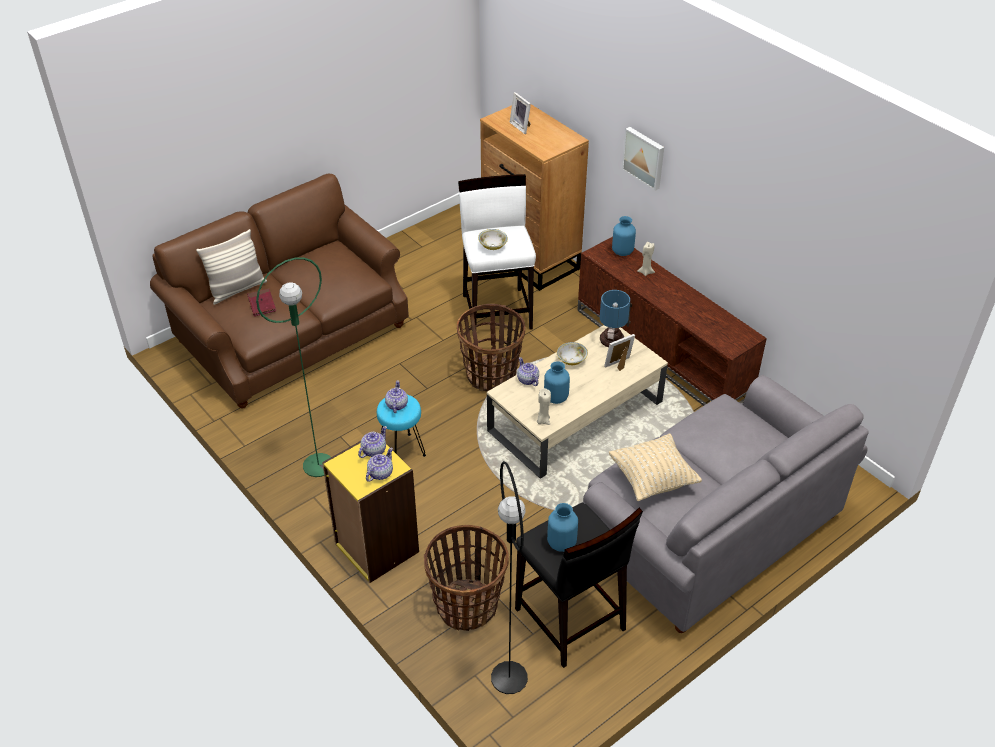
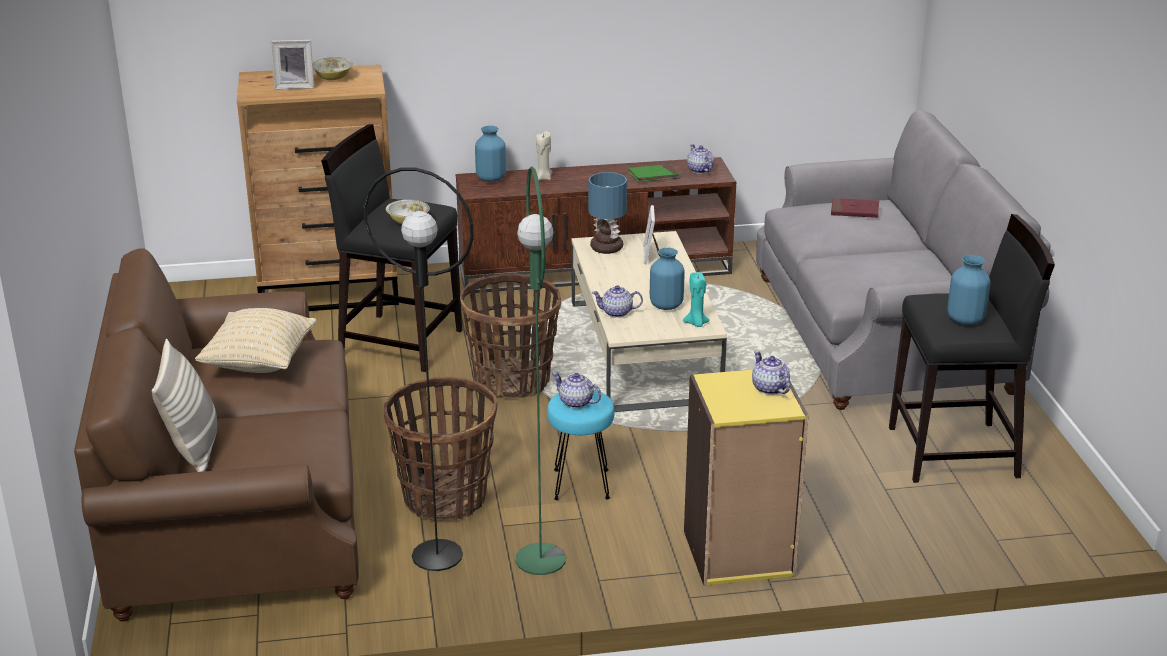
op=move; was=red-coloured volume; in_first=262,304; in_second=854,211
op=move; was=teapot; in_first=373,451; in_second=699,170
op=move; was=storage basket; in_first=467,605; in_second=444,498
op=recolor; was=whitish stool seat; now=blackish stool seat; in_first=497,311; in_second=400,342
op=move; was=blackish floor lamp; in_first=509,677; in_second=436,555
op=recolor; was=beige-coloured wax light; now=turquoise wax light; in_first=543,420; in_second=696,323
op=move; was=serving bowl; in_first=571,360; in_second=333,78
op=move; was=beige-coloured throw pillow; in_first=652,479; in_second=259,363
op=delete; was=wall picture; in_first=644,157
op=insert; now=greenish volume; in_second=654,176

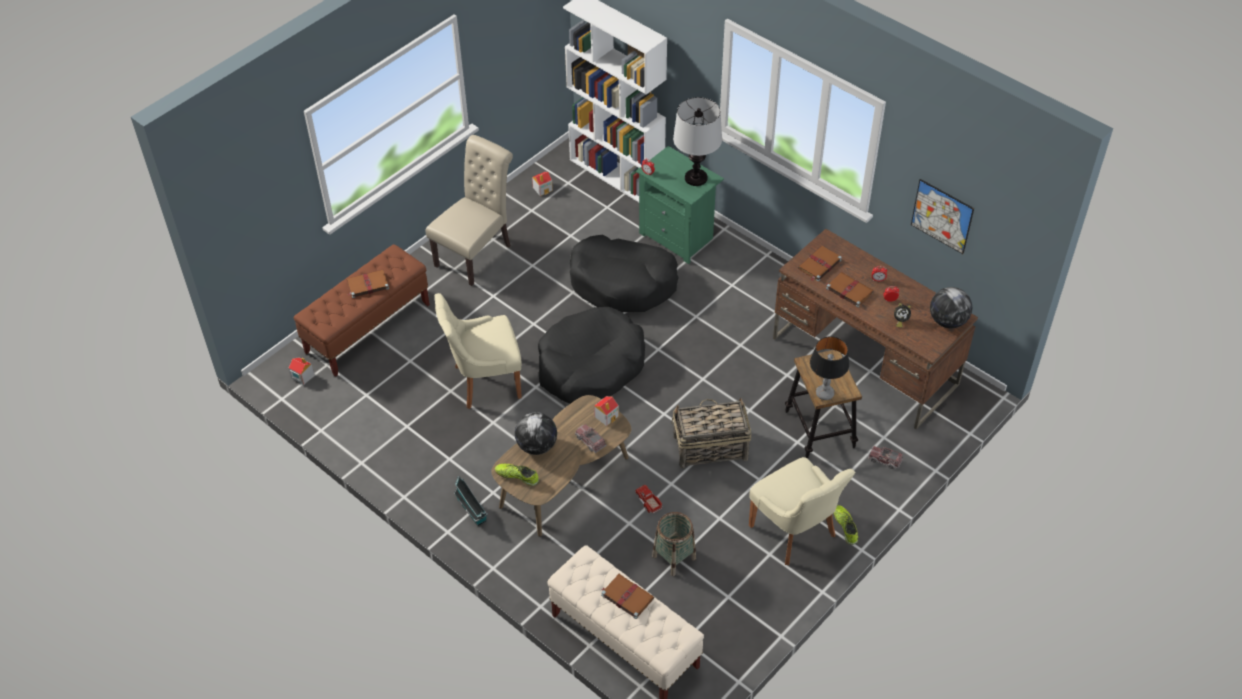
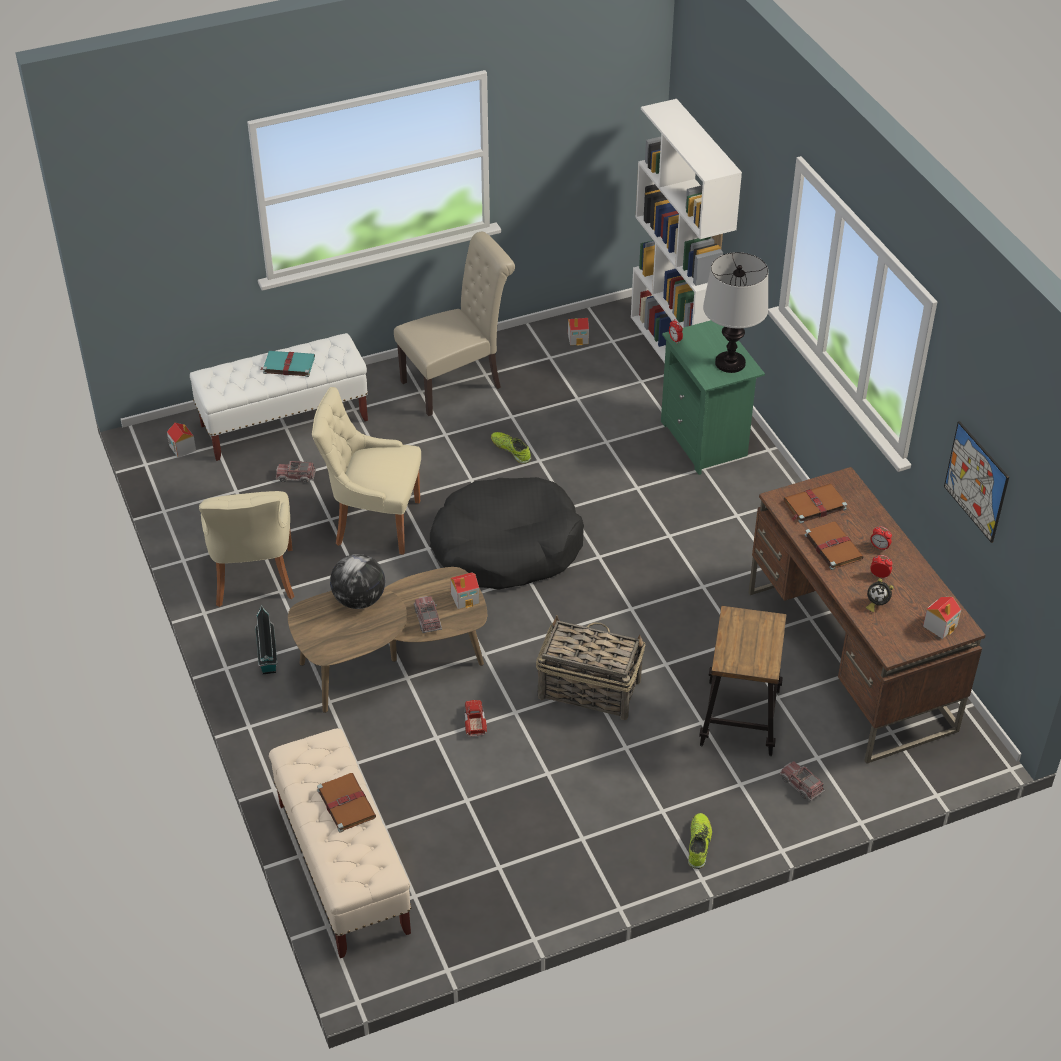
op=recolor; was=brown-coloured bench; now=whitish bench; in_first=368,328; in_second=285,423
op=recolor; was=brown-coloured volume; now=turquoise volume; in_first=367,285; in_second=288,365
op=move; was=low shoe; in_first=517,476; in_second=511,450
op=delete; was=blackish pet bed; in_first=623,283
op=delete; was=storage basket; in_first=674,557
op=move; was=beige-coloured chair; in_first=795,532; in_second=253,580
op=delete; was=tabletop lamp; in_first=824,394
op=replace; was=globe; now=model house; in_first=947,321; in_second=940,625
op=insert; now=model truck; in_second=296,476

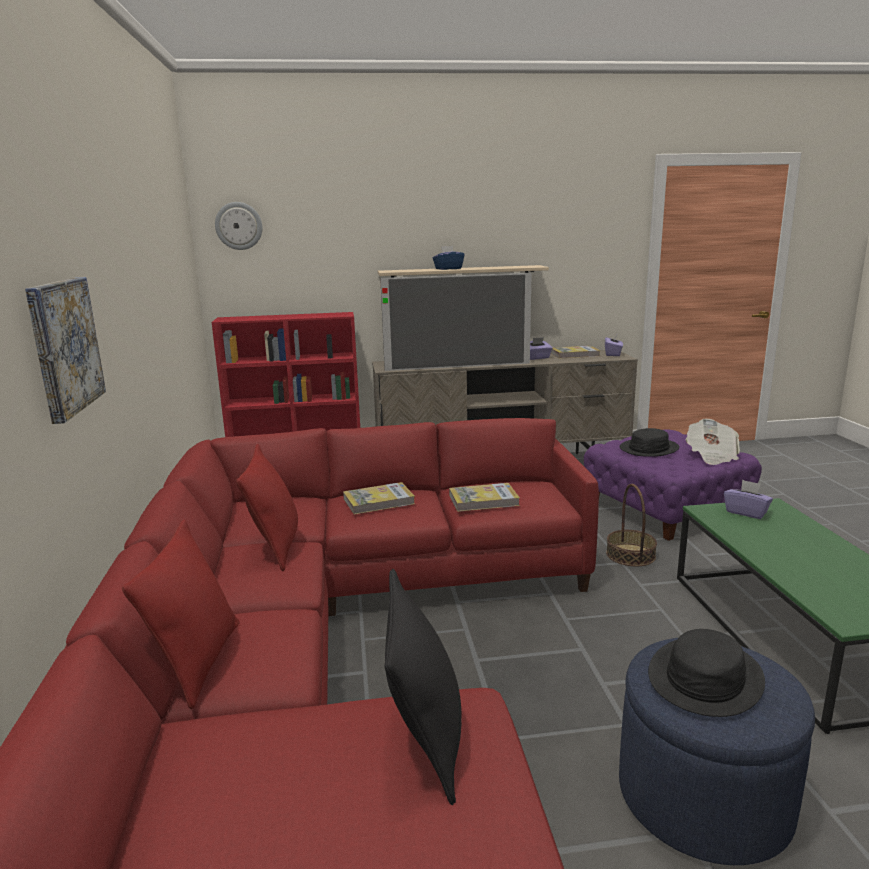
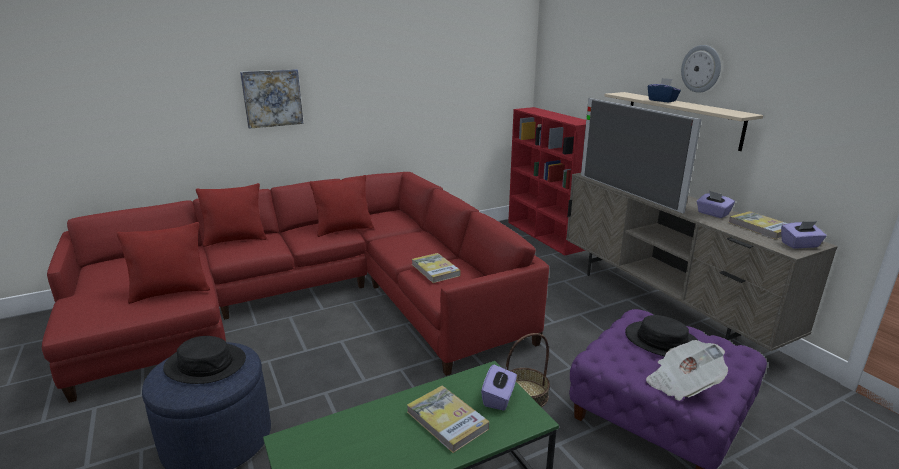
op=move; was=clock on the wall; in_first=239,226; in_second=701,68
op=move; was=volume; in_first=379,501; in_second=447,420
op=recolor; was=blackish throw pillow; now=red-coloured throw pillow; in_first=425,740; in_second=171,292

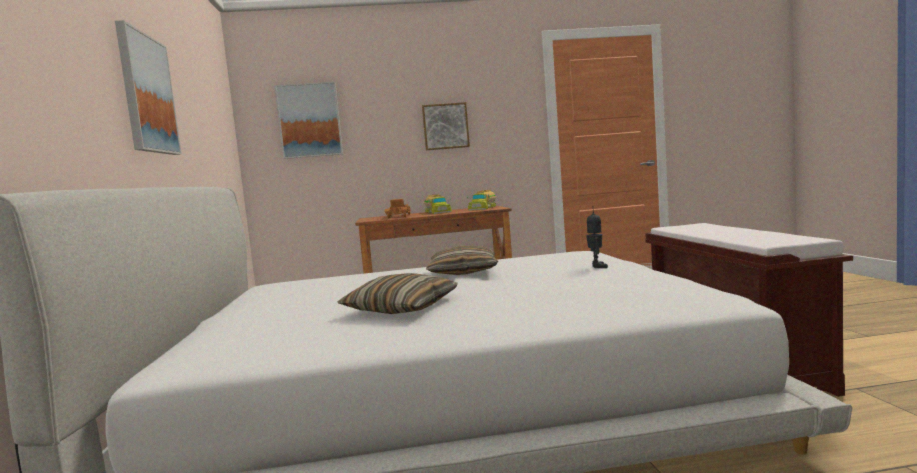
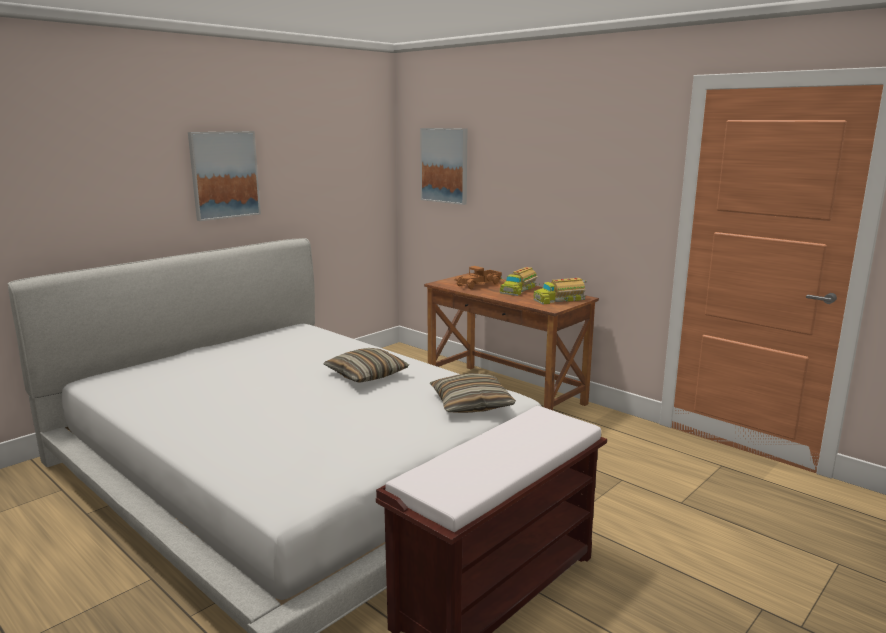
op=move; was=throw pillow; in_first=402,308; in_second=471,404
op=delete; was=wall picture; in_first=445,126
op=delete; was=robot figure; in_first=597,267

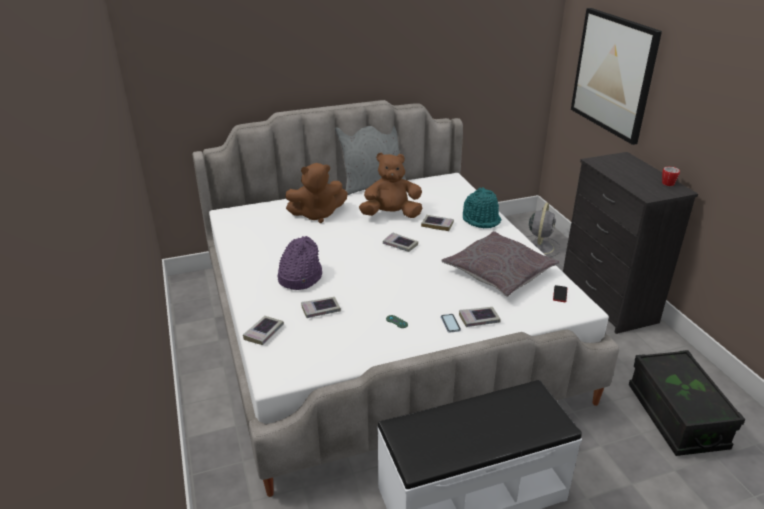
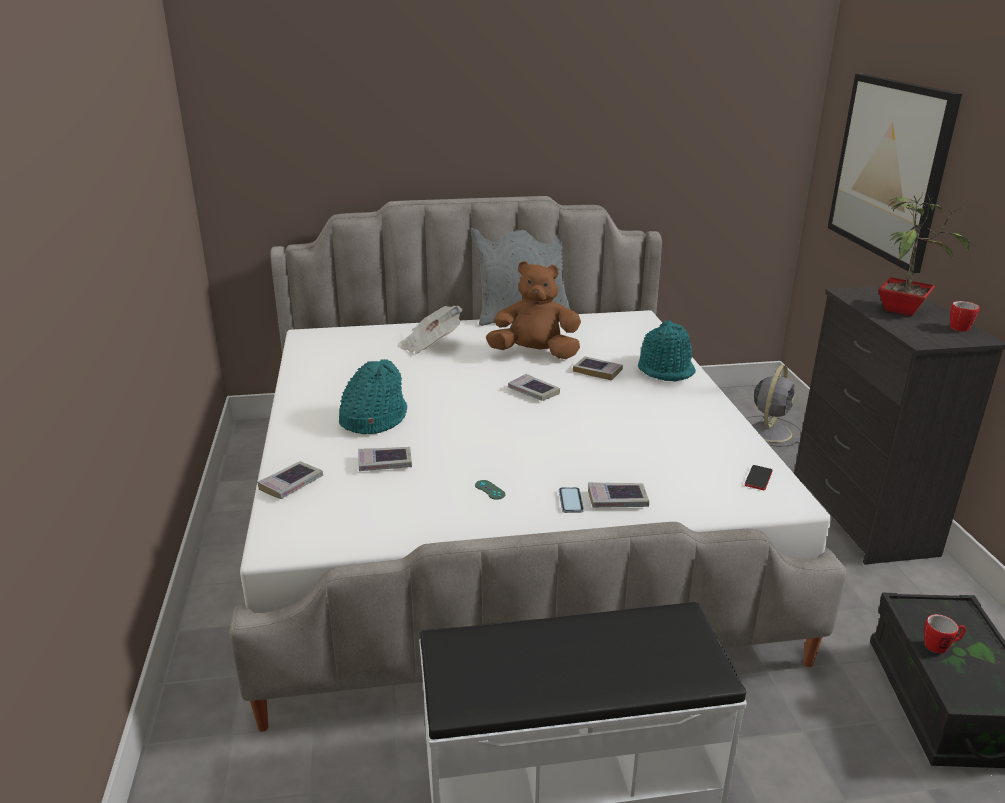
op=recolor; was=purplish clothing hat; now=turquoise clothing hat; in_first=299,277; in_second=373,418
op=replace; was=brown-coloured soft toy; now=daily paper; in_first=317,214; in_second=430,345
op=delete; was=greyish throw pillow; in_first=498,272
op=insert; now=houseplant; in_second=902,309
op=insert; now=tea mug; in_second=940,646

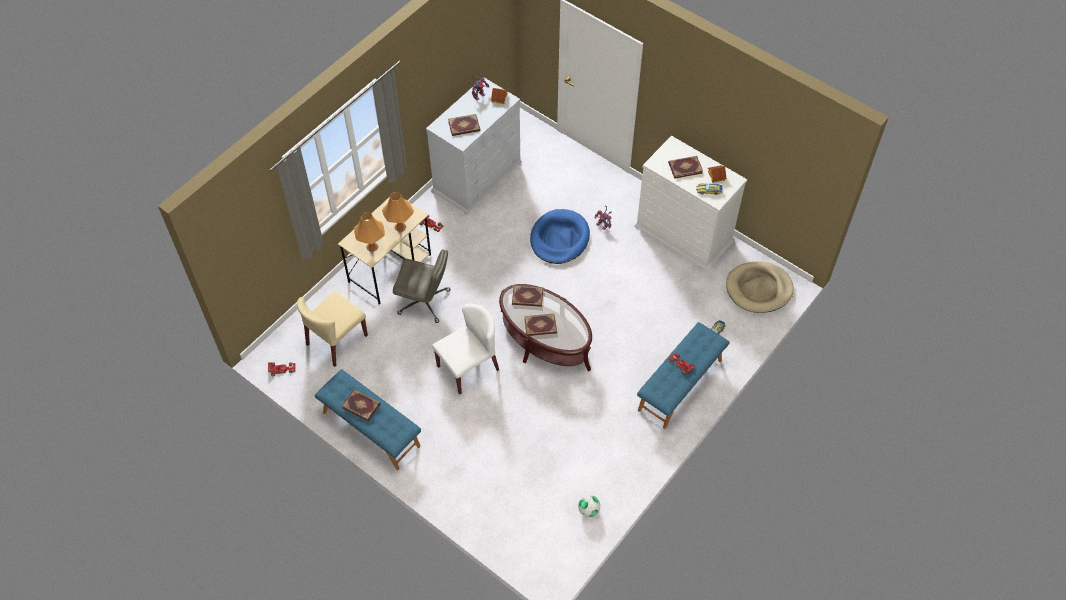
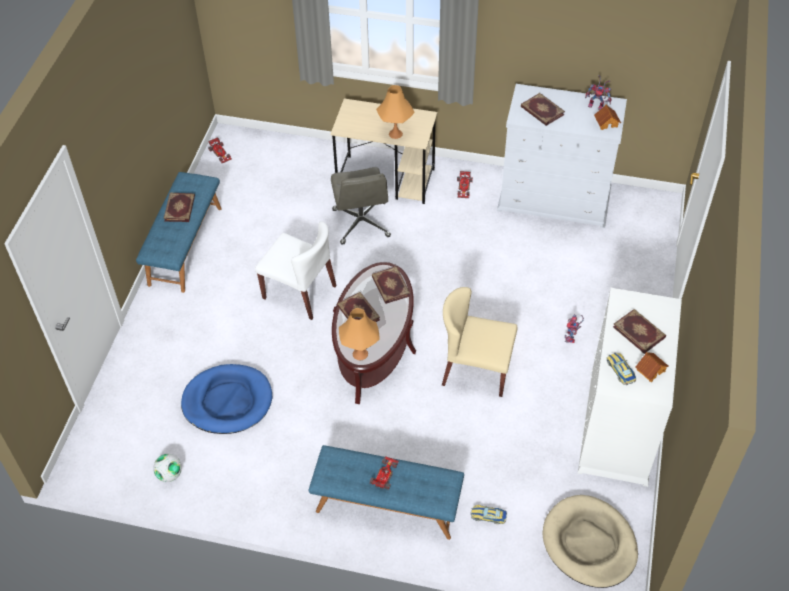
op=move; was=beige-coloured chair; in_first=336,340; in_second=476,370
op=move; was=orange tabletop lamp; in_first=372,247; in_second=360,354
op=move; was=blue-coloured pet bed; in_first=559,238; in_second=227,401

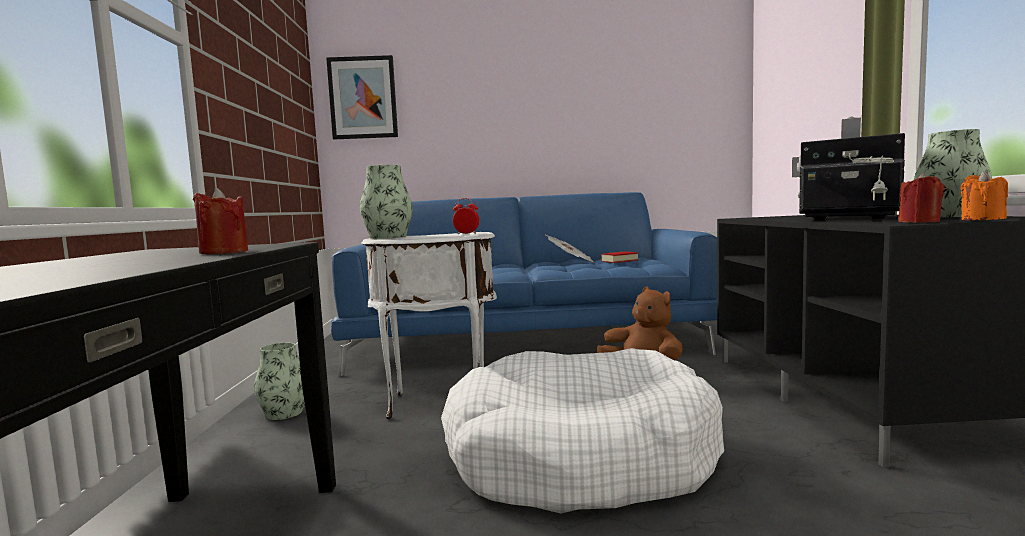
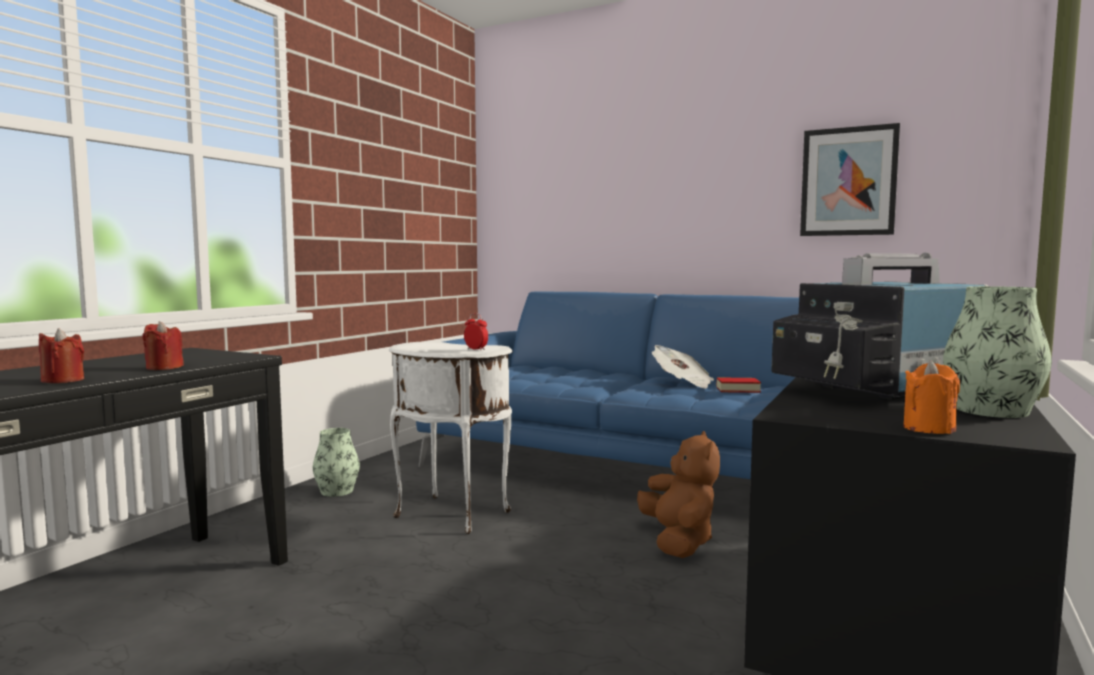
op=move; was=wall picture; in_first=363,98; in_second=848,182
op=delete; was=decorative vase; in_first=388,237
op=delete; was=whitish pet bed; in_first=579,457
op=move; was=red-coloured wax light; in_first=919,222; in_second=63,380

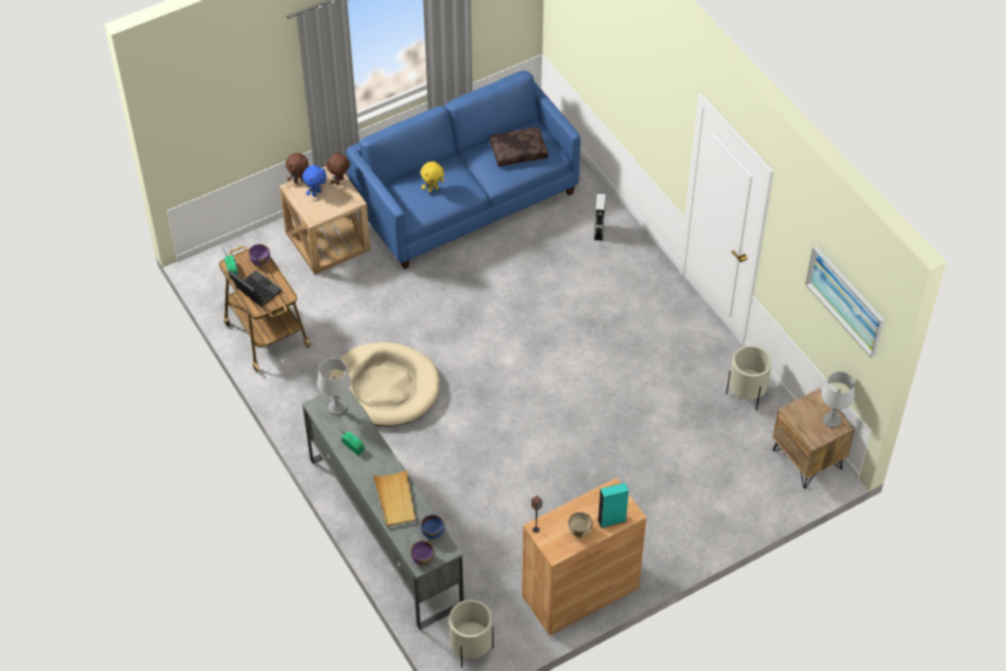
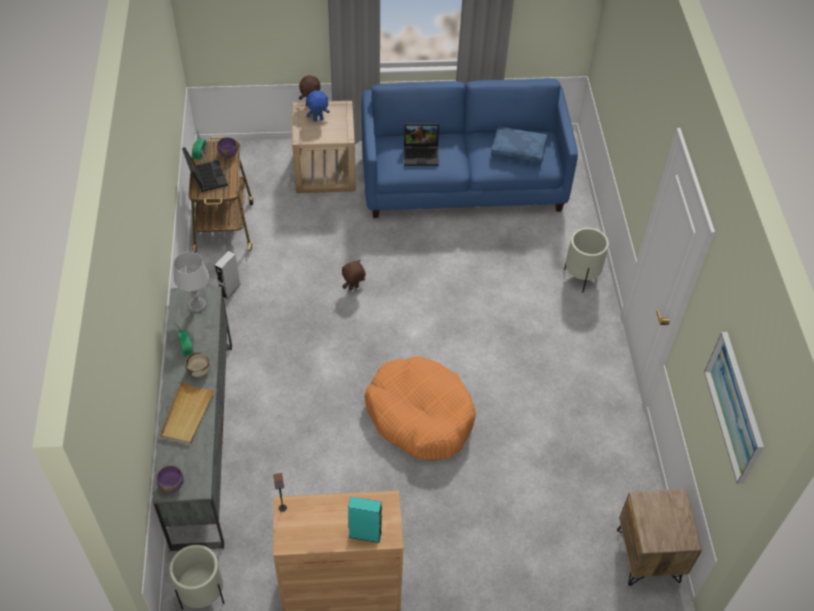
op=move; was=brown-coloured soft toy; in_first=339,181; in_second=353,288
op=delete; was=beige-coloured pet bed; in_first=384,388
op=delete; was=blue-coloured serving bowl; in_first=432,532
op=replace; was=yellow-coloured soft toy; now=portable computer; in_first=433,189; in_second=422,154
op=recolor; was=brown-coloured throw pillow; now=blue-coloured throw pillow; in_first=518,151; in_second=519,150
op=move; was=beige-coloured serving bowl; in_first=580,530; in_second=199,370
op=move; was=greyish speaker; in_first=598,232; in_second=230,289
op=move; was=beige-coloured planter; in_first=746,395; in_second=581,277
op=delete; was=greyish tabletop lamp; in_first=832,420
op=insert; now=orange pet bed; in_second=420,415

